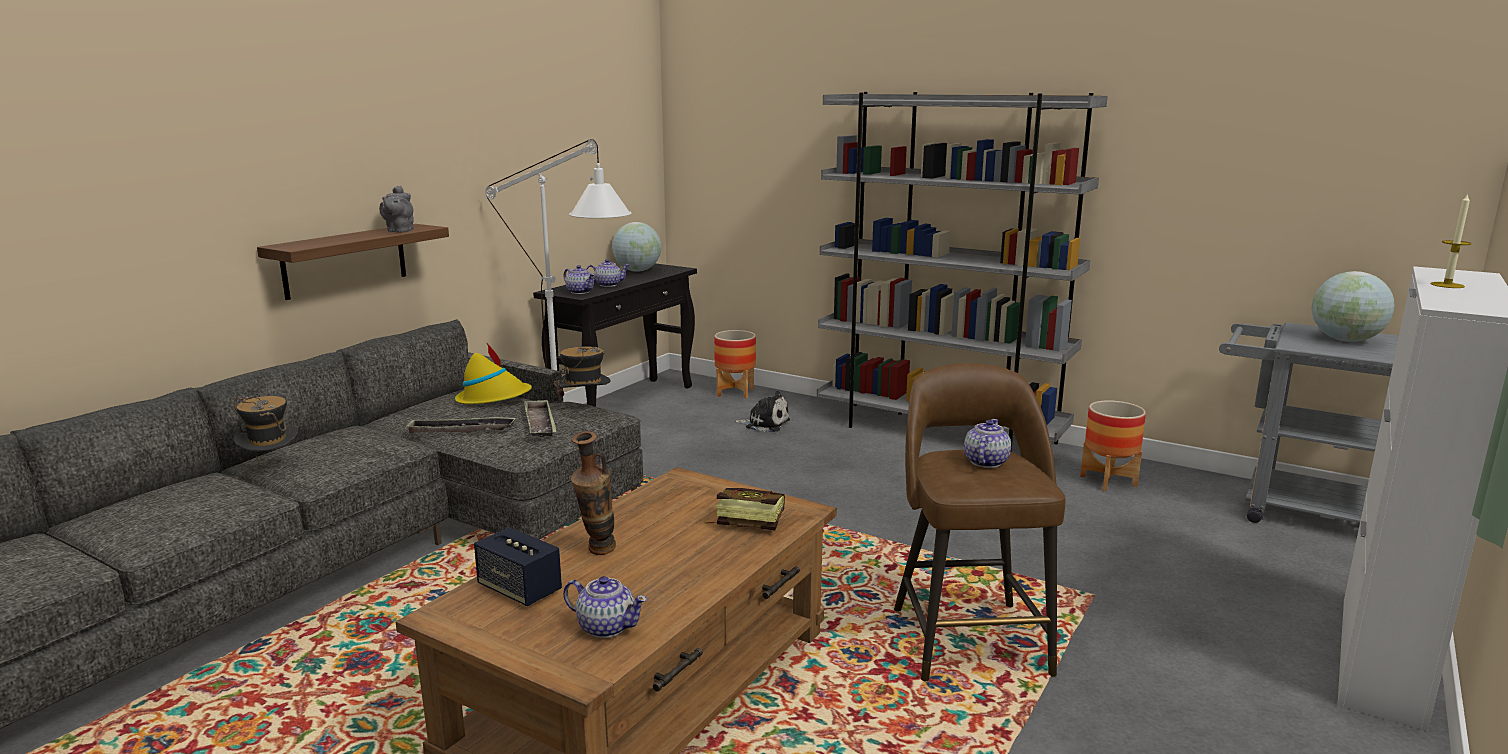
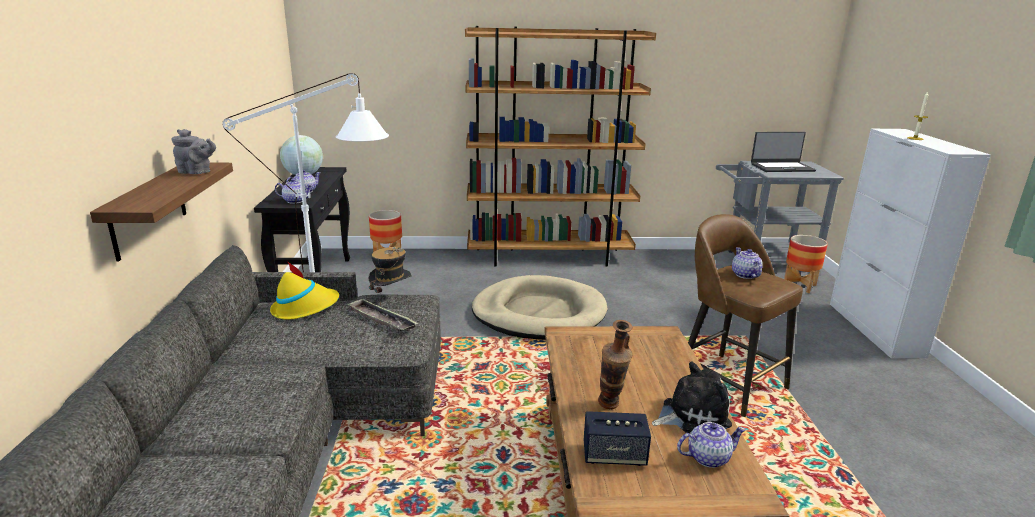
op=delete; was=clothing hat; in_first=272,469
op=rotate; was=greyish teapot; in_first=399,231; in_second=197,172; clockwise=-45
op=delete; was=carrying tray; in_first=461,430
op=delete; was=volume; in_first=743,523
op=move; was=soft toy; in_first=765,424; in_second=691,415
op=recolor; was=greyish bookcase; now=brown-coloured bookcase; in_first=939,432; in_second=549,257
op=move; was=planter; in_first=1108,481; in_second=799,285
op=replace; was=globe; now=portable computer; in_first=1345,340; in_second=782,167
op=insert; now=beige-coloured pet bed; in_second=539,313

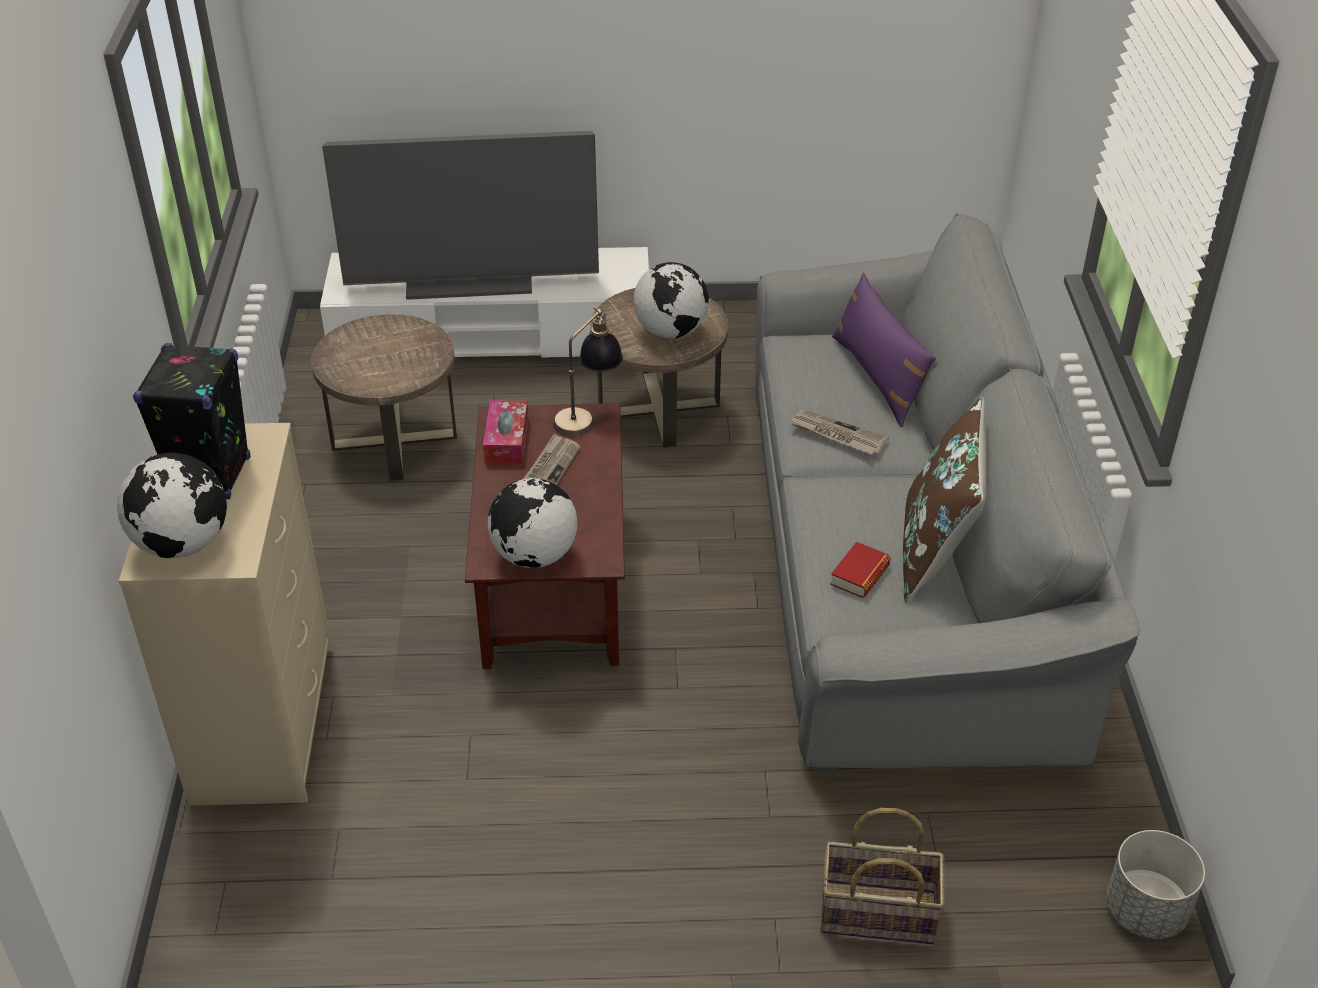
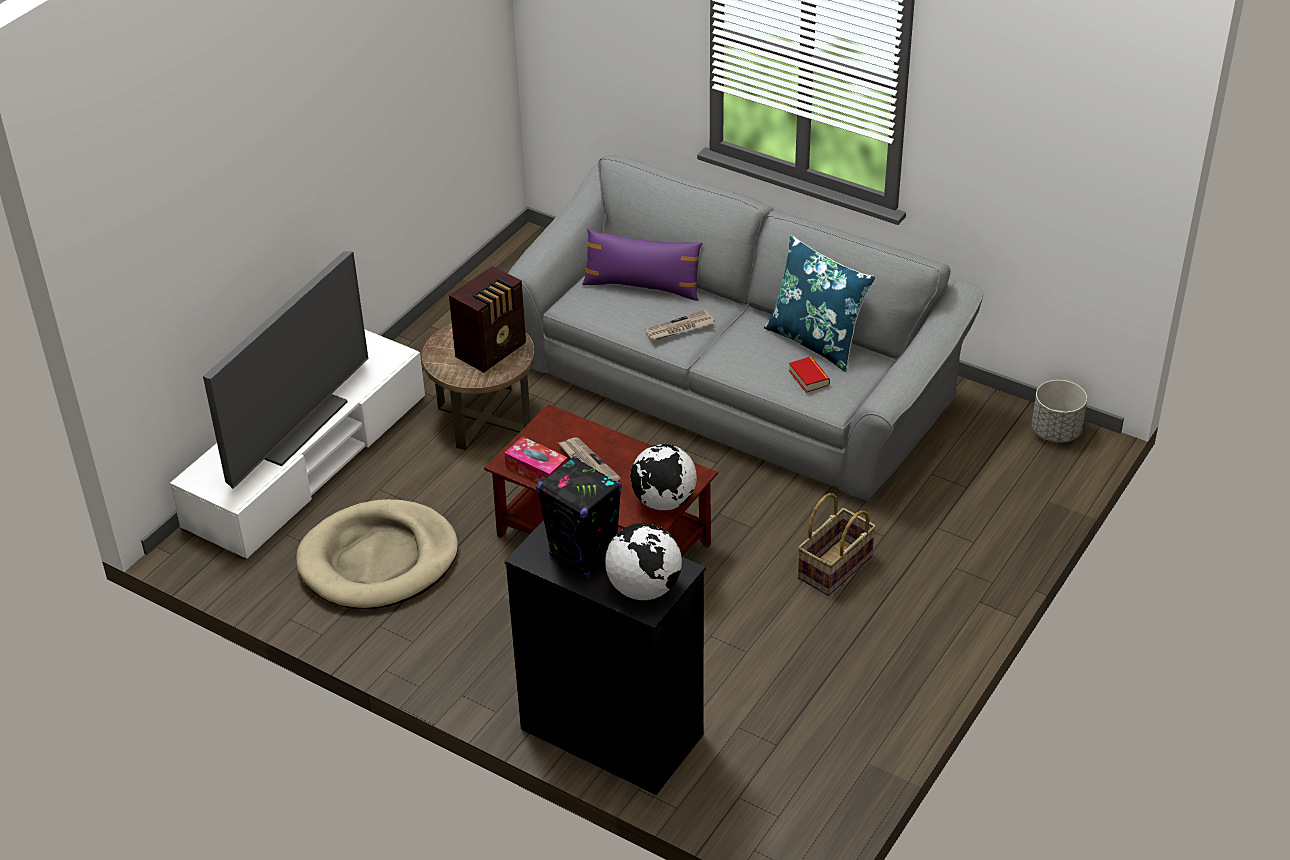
op=recolor; was=beige-coloured chest of drawers; now=blackish chest of drawers; in_first=263,721; in_second=610,731
op=replace; was=brown-coloured side table; now=beige-coloured pet bed; in_first=394,440; in_second=378,560
op=delete; was=tabletop lamp; in_first=588,416
op=replace; was=globe; now=radio; in_first=671,331; in_second=493,350
op=move; was=storage basket; in_first=877,915; in_second=836,568
op=recolor; was=brown-coloured throw pillow; now=blue-coloured throw pillow; in_first=936,552; in_second=816,341

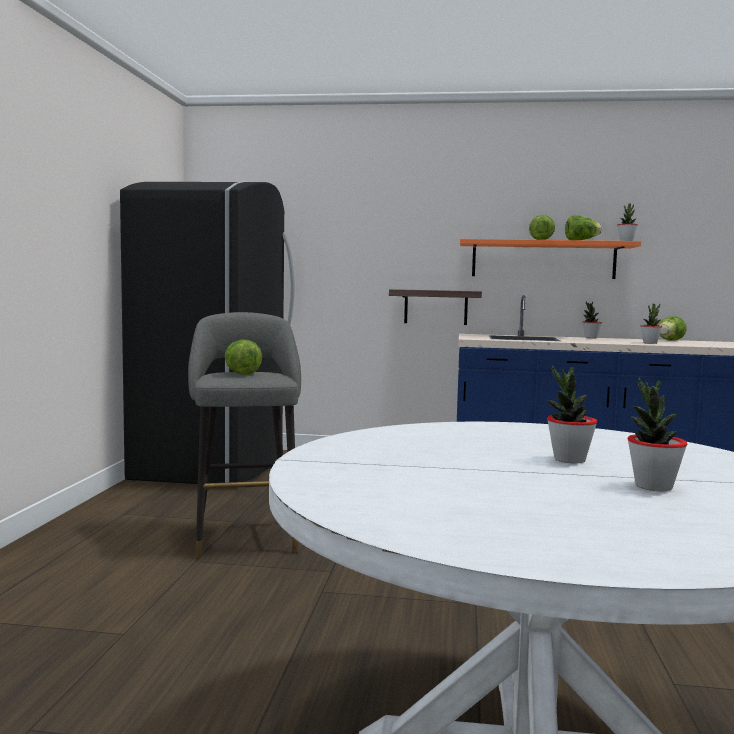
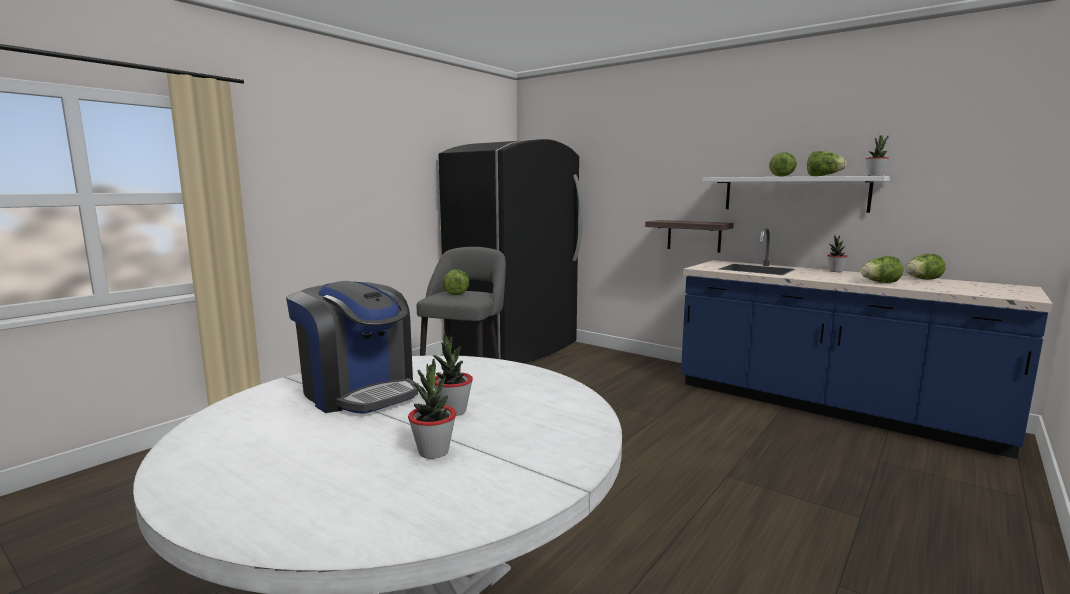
op=recolor; was=orange shelf; now=whitish shelf; in_first=543,260; in_second=794,194
op=replace; was=houseplant; now=lettuce head; in_first=650,343; in_second=879,283
op=insert; now=coffee machine; in_second=359,392

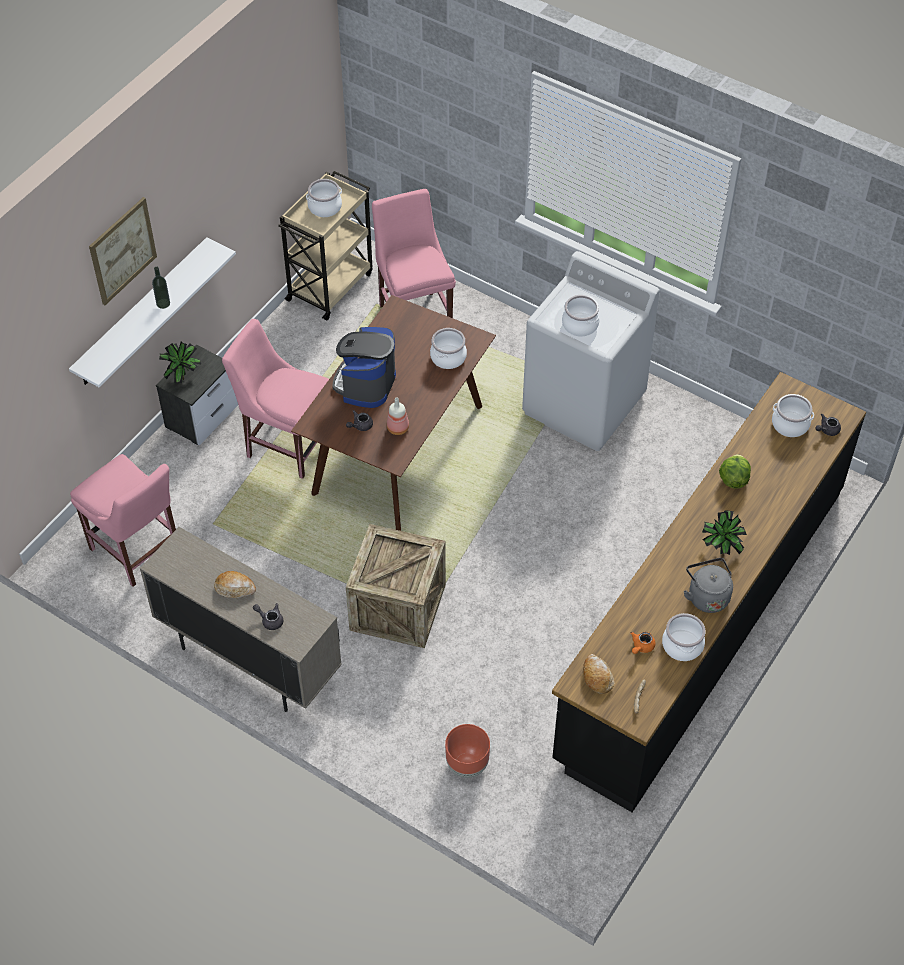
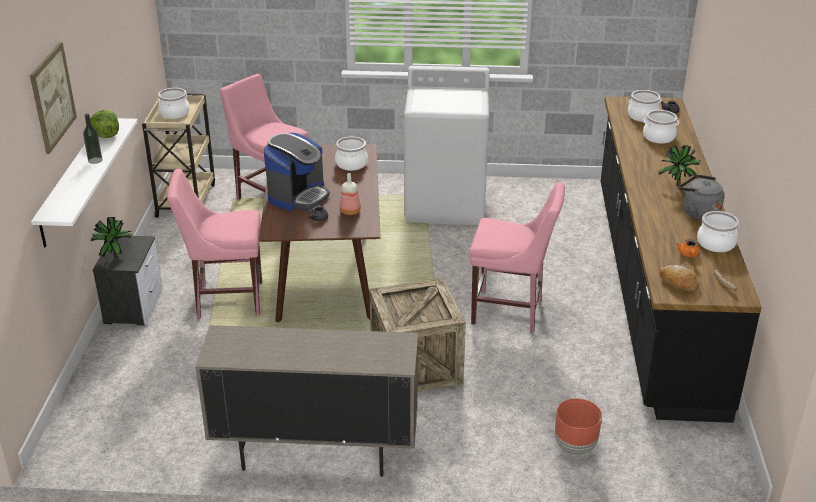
op=move; was=pink-coloured chair; in_first=137,552; in_second=511,312
op=delete; was=bakery bread; in_first=235,588
op=delete; was=greyish teapot; in_first=270,620
op=rotate; was=coffee machine; in_first=365,384; in_second=298,196; clockwise=-135
op=move; was=cooking pot; in_first=580,324; in_second=659,137
op=move; was=lettuce head; in_first=733,479; in_second=106,136

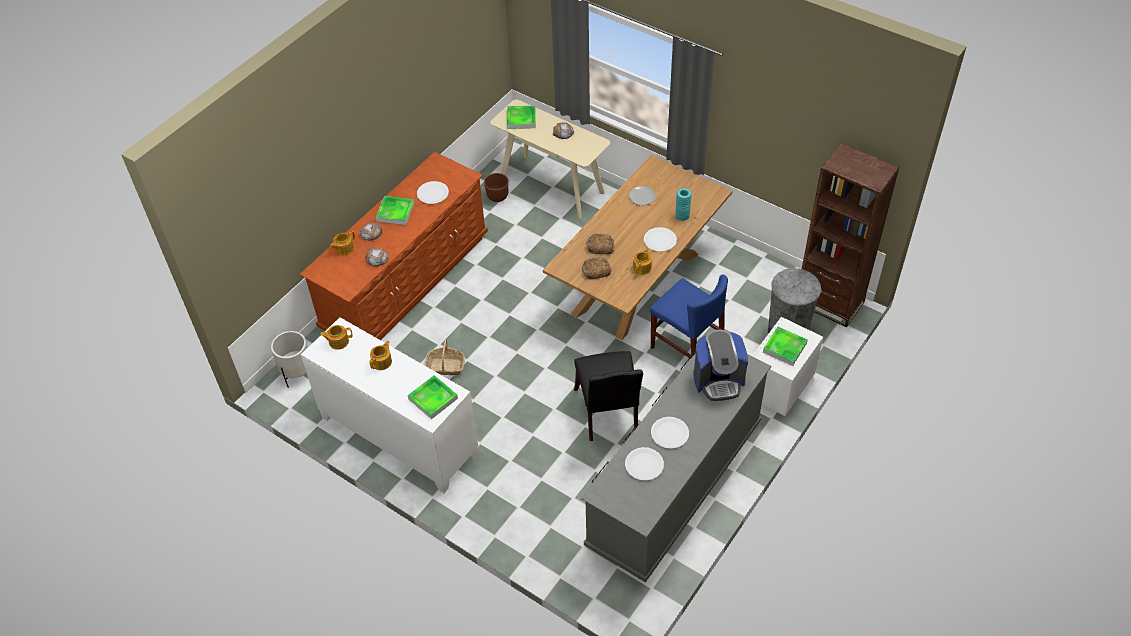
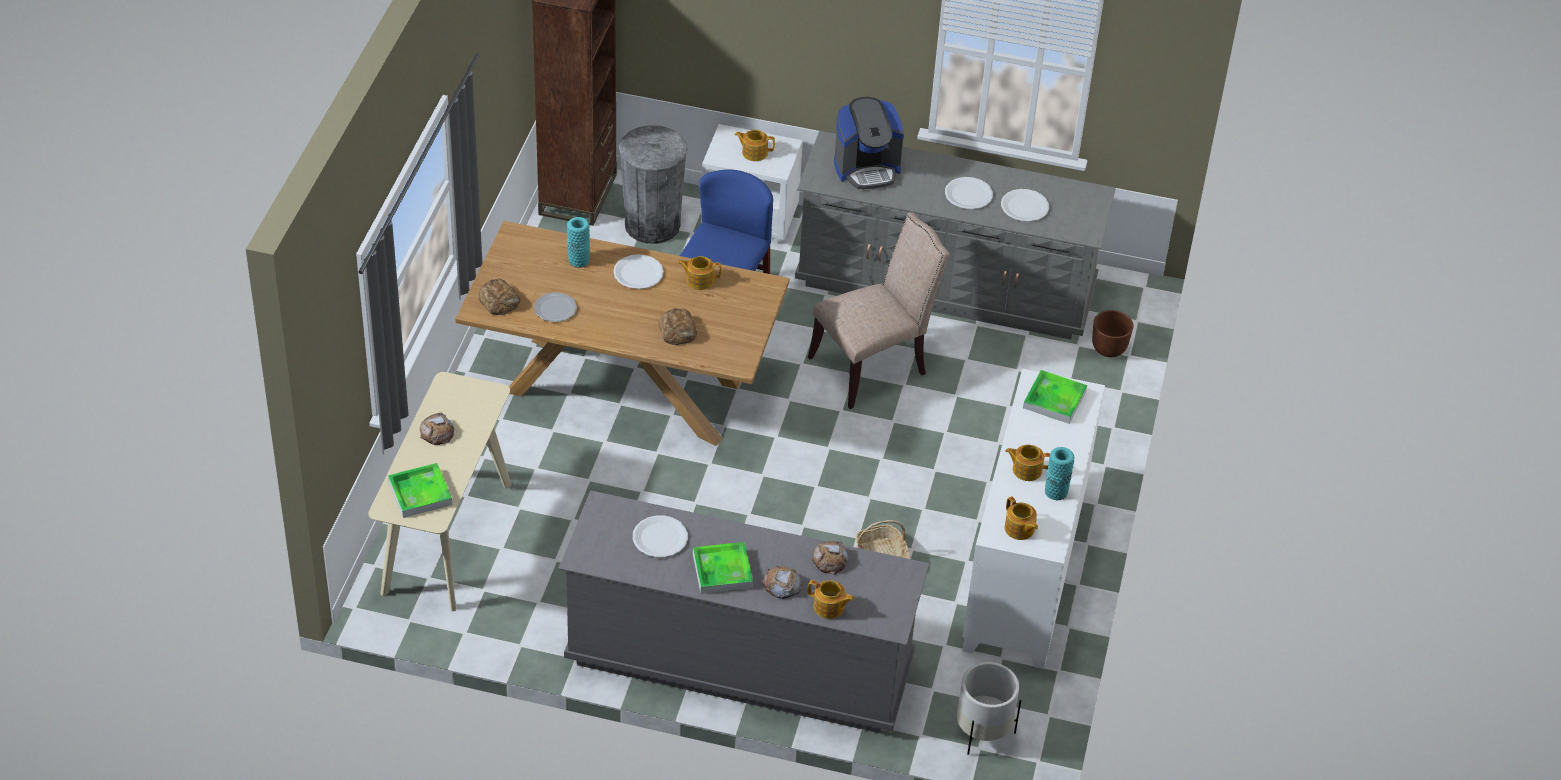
op=recolor; was=brown-coloured chest of drawers; now=greyish chest of drawers; in_first=406,282; in_second=740,661
op=move; was=brown-coloured planter; in_first=497,197; in_second=1109,349
op=recolor; was=blackish chair; now=beige-coloured chair; in_first=608,414; in_second=873,366
op=move; was=bakery bread; in_first=596,270; in_second=499,300
op=rotate; was=coffee machine; in_first=718,380; in_second=867,168; clockwise=105
op=replace; was=carrying tray; now=teapot; in_first=784,348; in_second=754,152
op=insert; now=turquoise decorative vase; in_second=1056,492

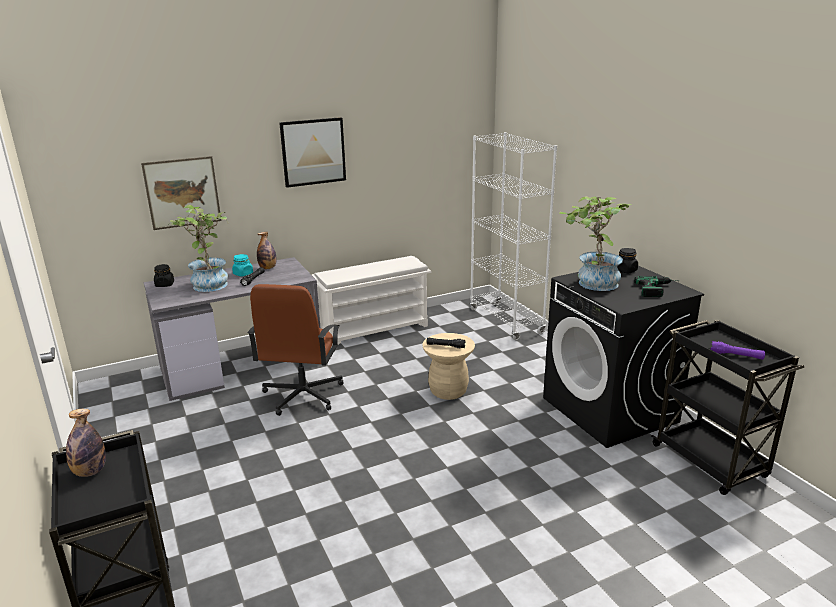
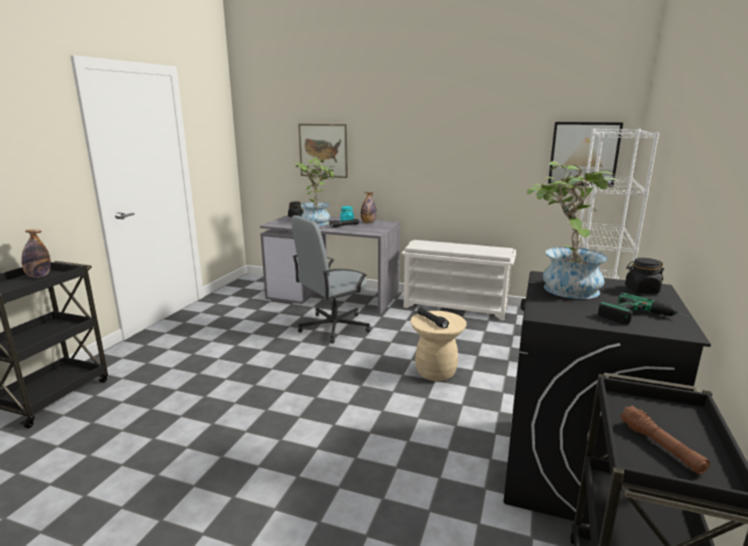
op=recolor; was=brown-coloured computer chair; now=greyish computer chair; in_first=302,395; in_second=333,327
op=move; was=wall picture; in_first=313,152; in_second=584,154
op=recolor; was=purplish torch; now=brown-coloured torch; in_first=736,355; in_second=660,446

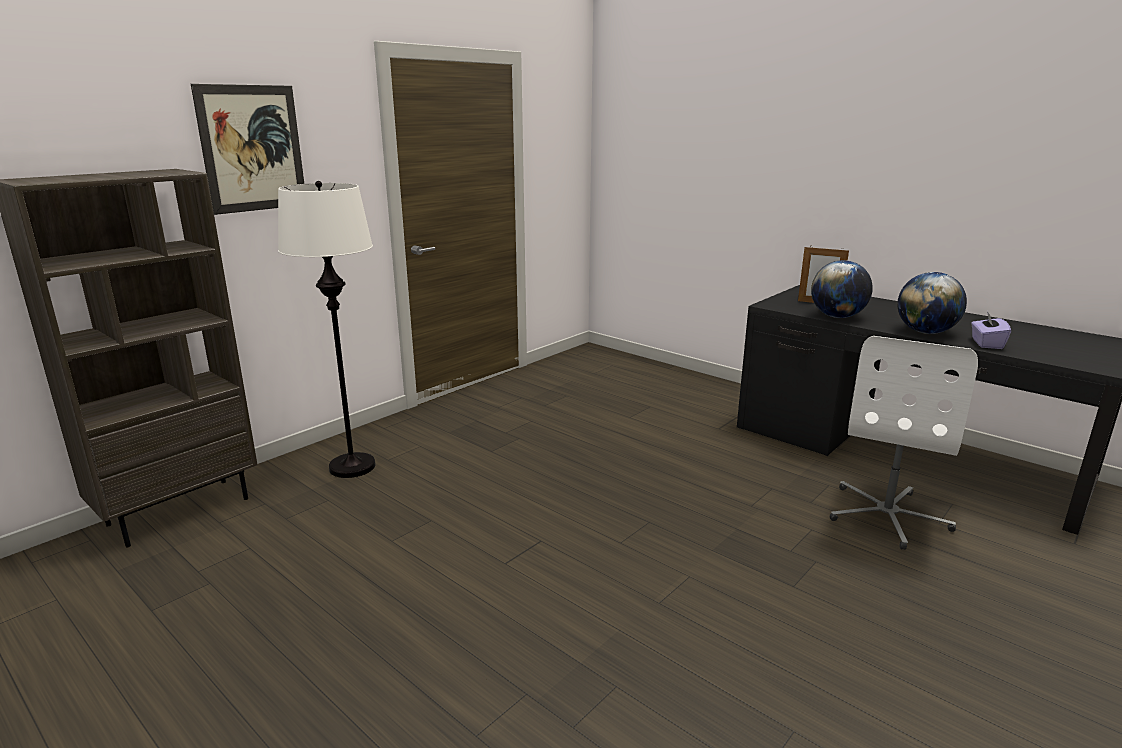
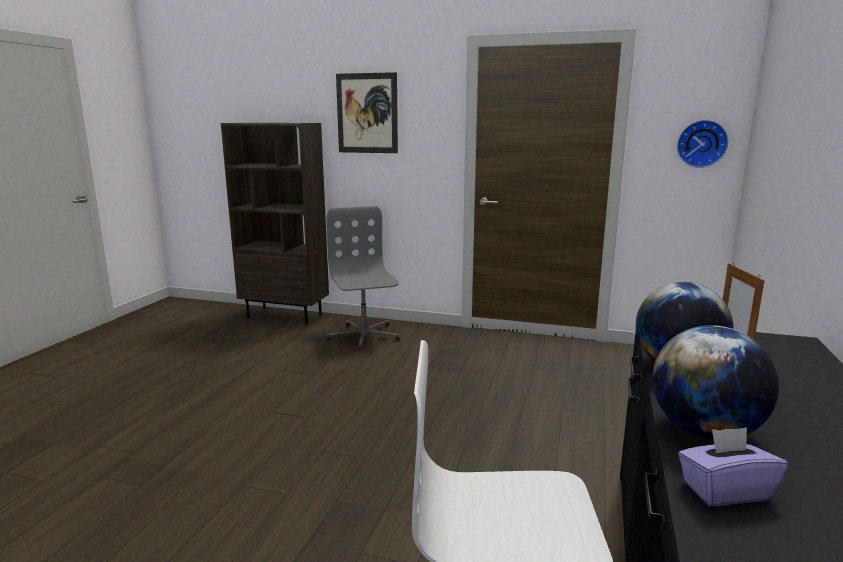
op=replace; was=whitish floor lamp; now=greyish computer chair; in_first=352,466; in_second=363,335
op=insert; now=clock on the wall; in_second=701,143

